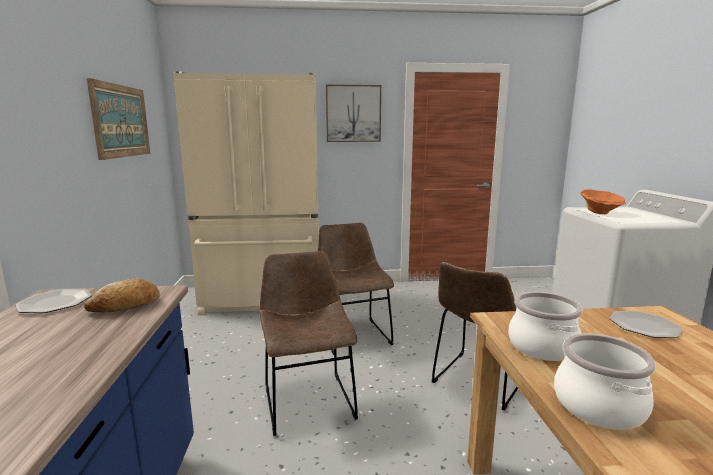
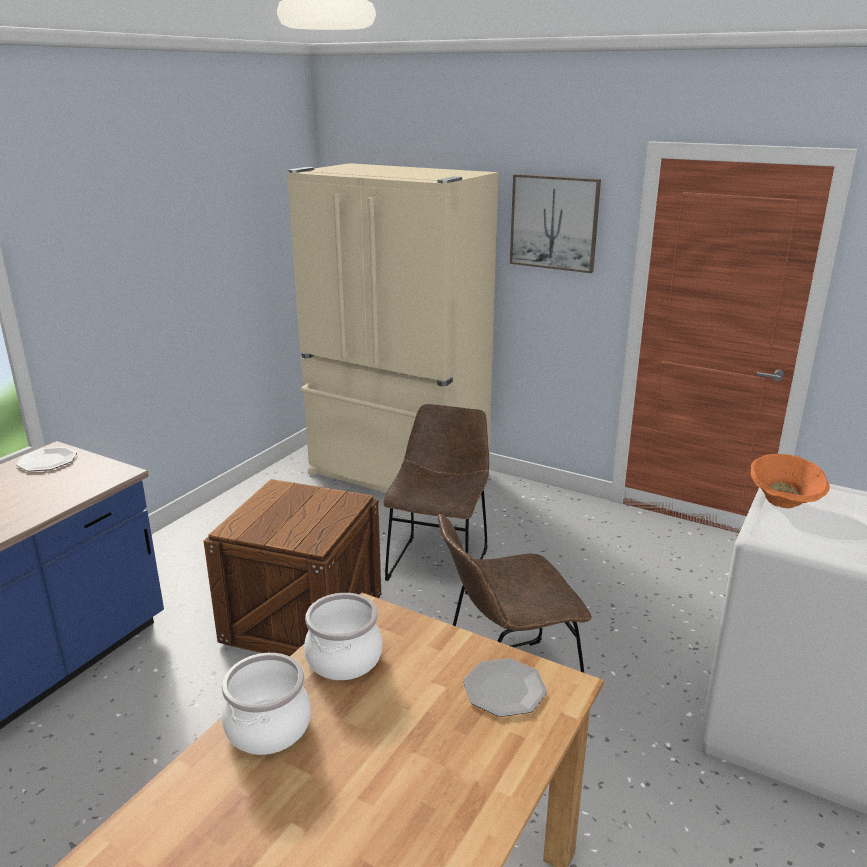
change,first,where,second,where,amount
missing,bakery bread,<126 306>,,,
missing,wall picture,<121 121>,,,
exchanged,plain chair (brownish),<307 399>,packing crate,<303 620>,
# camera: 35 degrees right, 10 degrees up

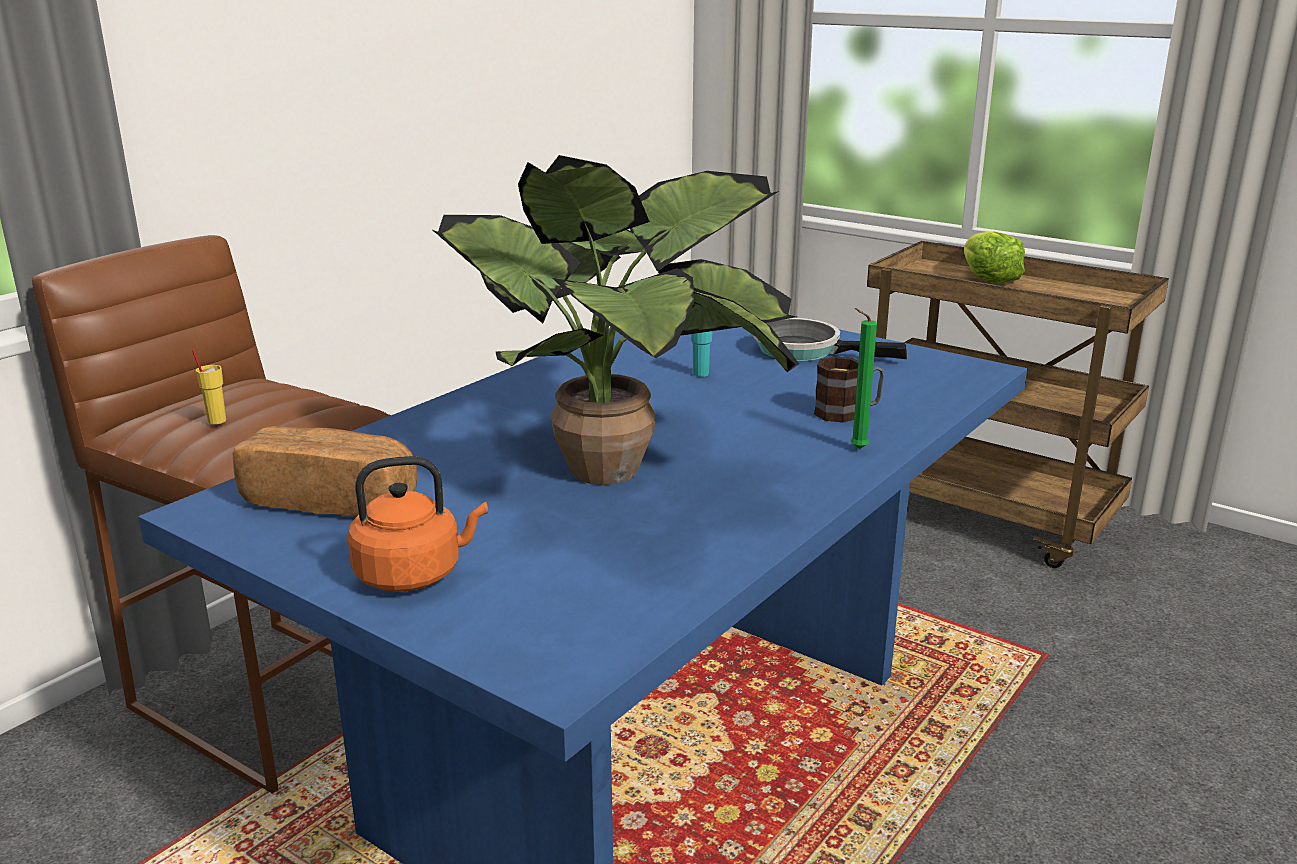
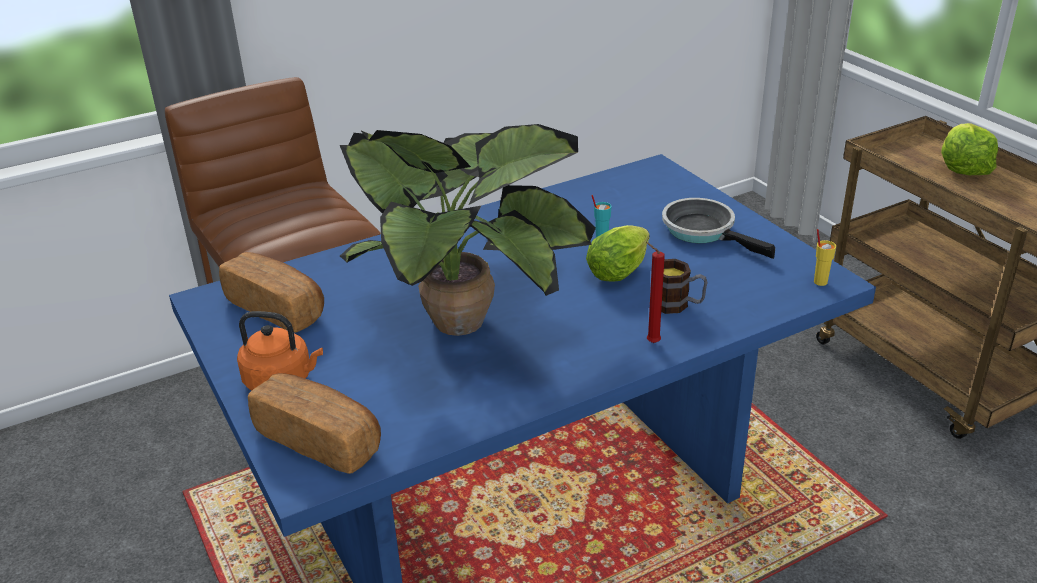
change,first,where,second,where,amount
appeared,,,bakery bread,<320 440>,
appeared,,,lettuce head,<620 270>,
relocated,small cup (yellowish),<216 420>,,<820 281>,
colour,candle (green-coloured),<856 449>,candle (red-coloured),<651 342>,
# camera: 25 degrees right, 10 degrees up

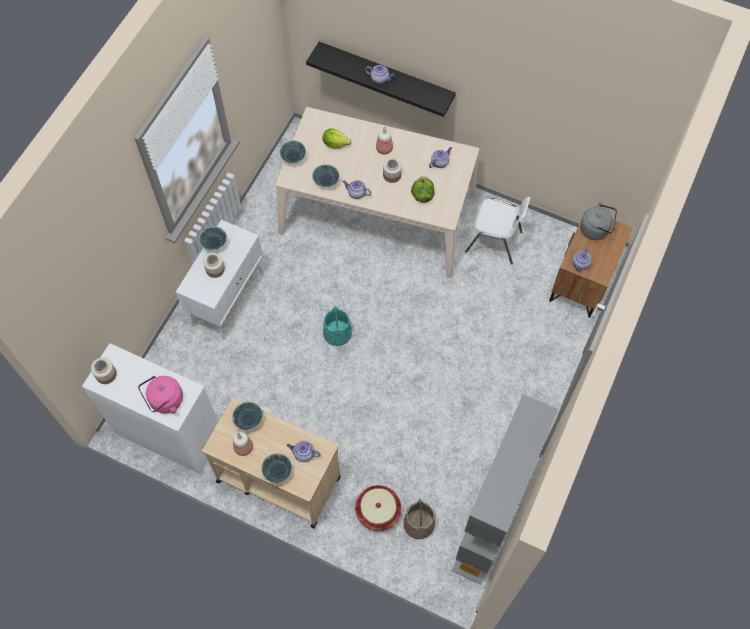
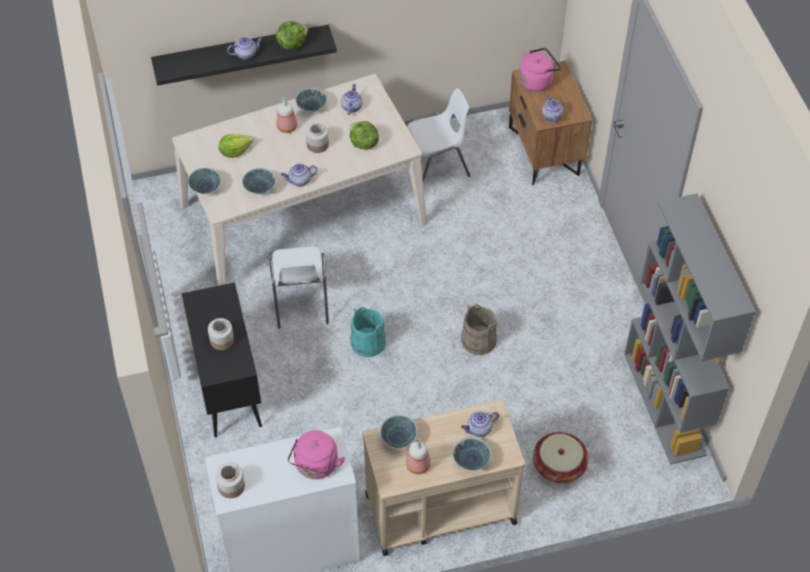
change,first,where,second,where,amount
appeared,,,plain chair (whitish),<300 302>,
appeared,,,lettuce head,<292 44>,
relocated,deep dish,<214 244>,,<311 108>,
relocated,bucket (beige),<419 524>,,<479 340>,
colour,storage cabinet (whitish),<228 298>,storage cabinet (black-coloured),<228 386>,
colour,kettle (greyish),<596 229>,kettle (pink),<537 81>,
# camera: 40 degrees left, 10 degrees down

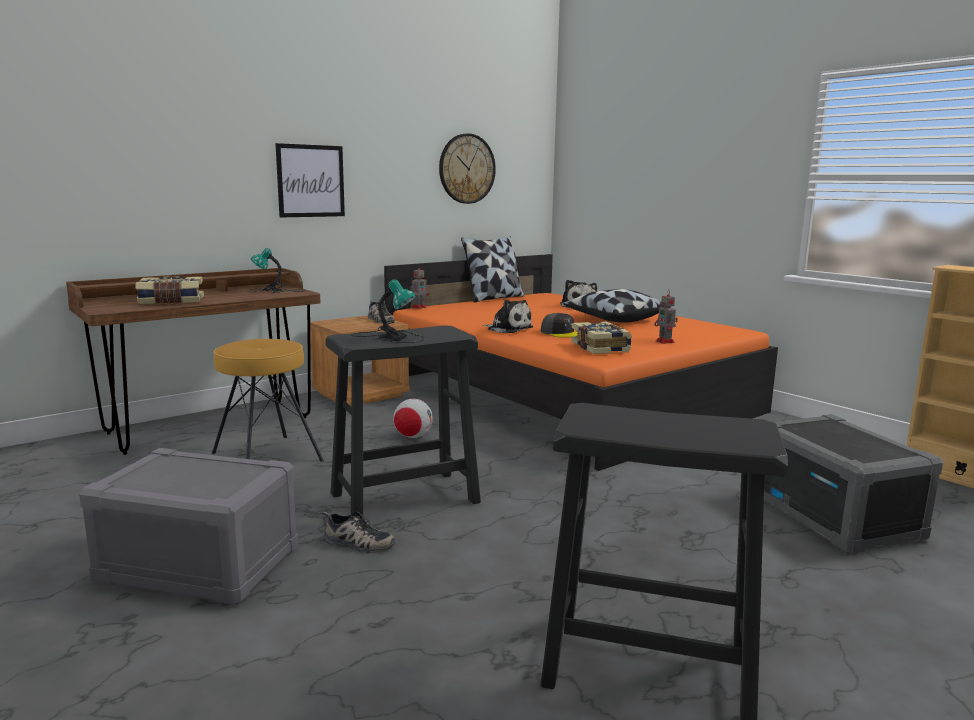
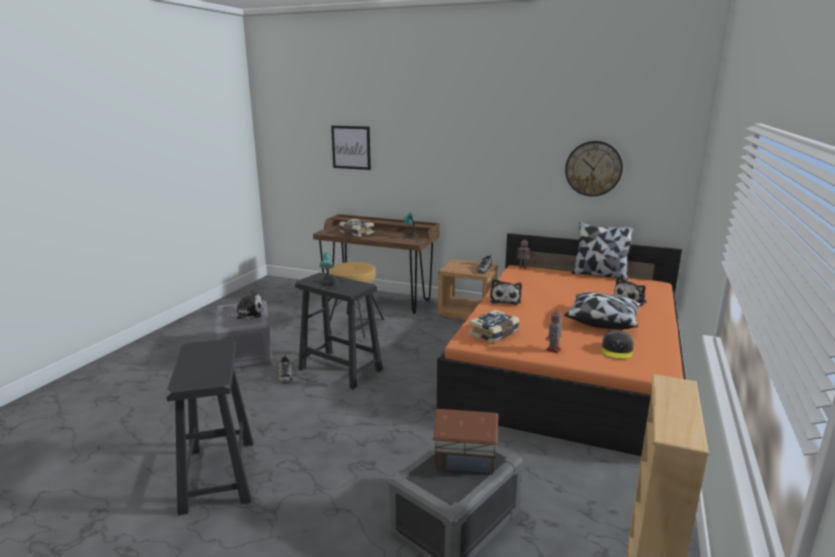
change,first,where,second,where,amount
missing,ball for football,<413 436>,,,
appeared,,,soft toy,<248 314>,
appeared,,,model house,<464 460>,
relocated,wall picture,<310 181>,,<351 147>,
relocated,peaked cap (greyish),<561 333>,,<617 350>,
# camera: 60 degrees right, 5 degrees up

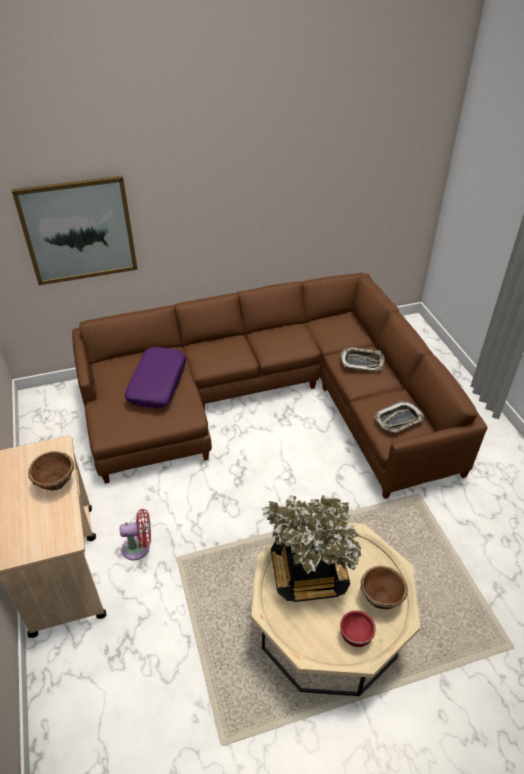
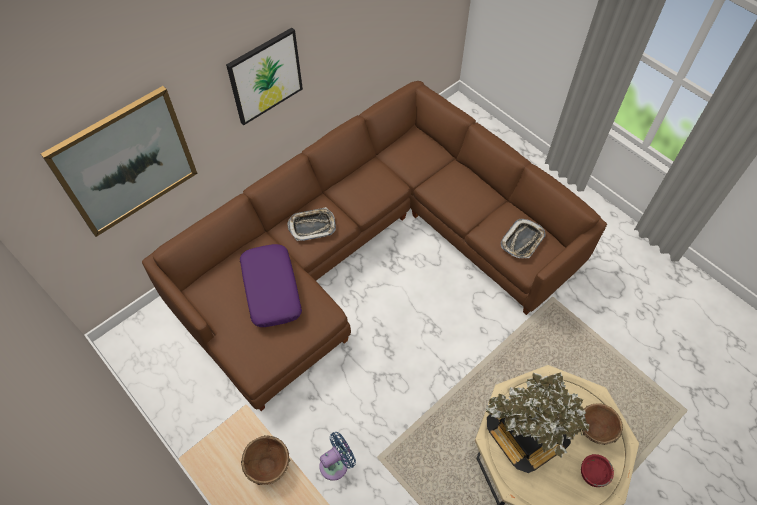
change,first,where,second,where,amount
appeared,,,wall picture,<265 76>,
relocated,carrying tray,<362 361>,,<312 226>,
colour,fan (red-coloured),<139 548>,fan (blue),<336 464>,
# camera: 25 degrees left, 15 degrees up

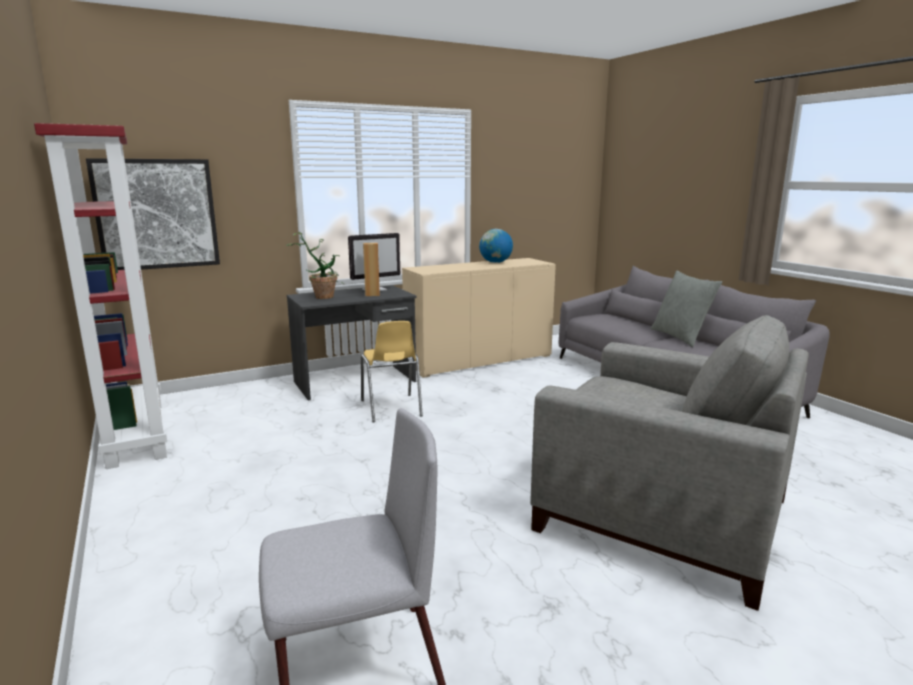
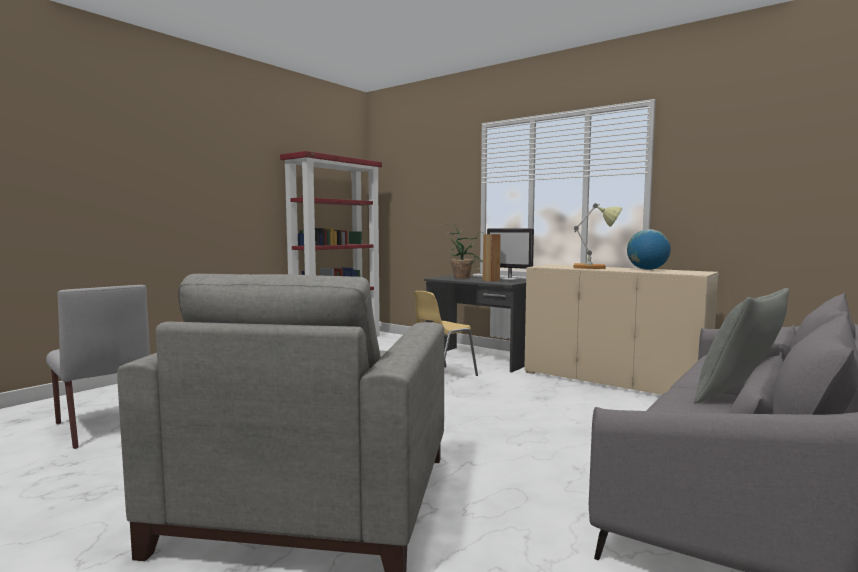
change,first,where,second,where,amount
missing,wall picture,<157 214>,,,
appeared,,,table lamp,<594 267>,
# camera: 65 degrees right, 10 degrees down

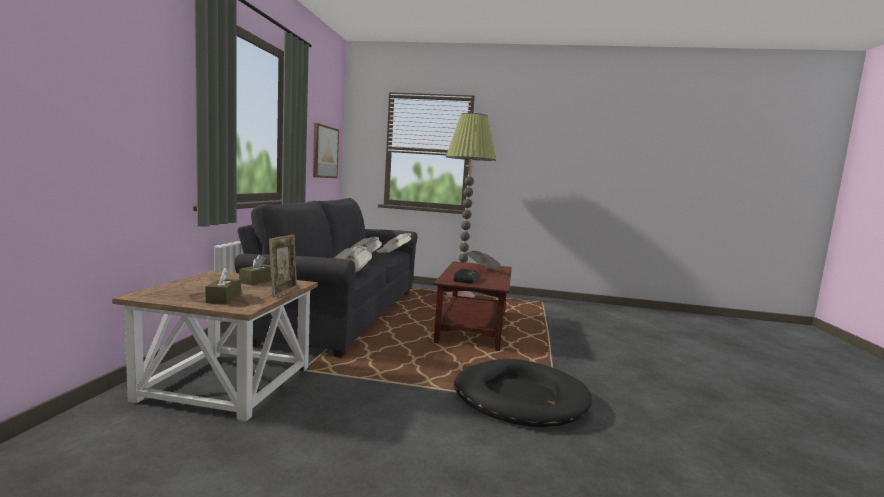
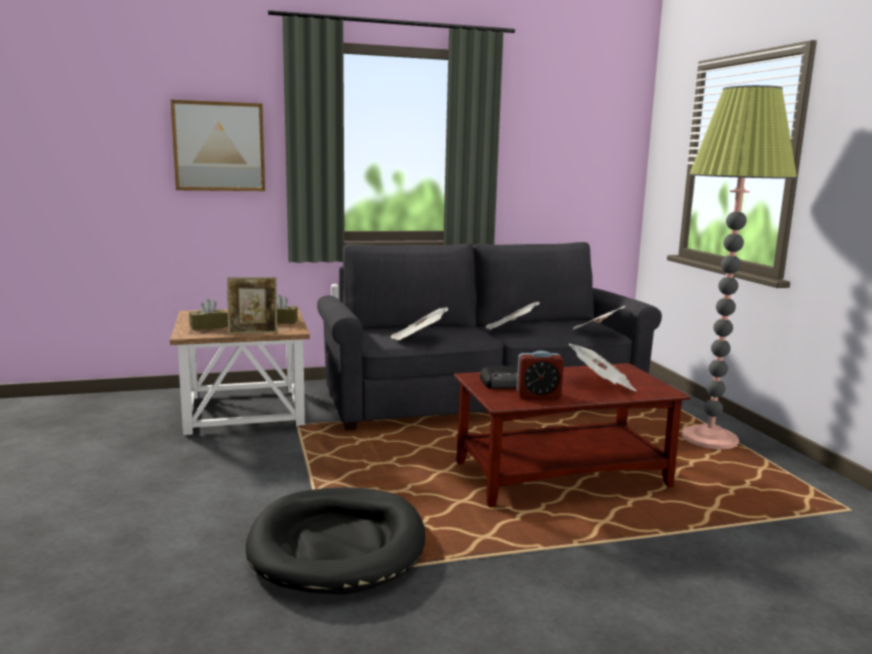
change,first,where,second,where,amount
appeared,,,alarm clock,<538 395>,
relocated,wall picture,<324 152>,,<219 146>,
# camera: 65 degrees right, 5 degrees up

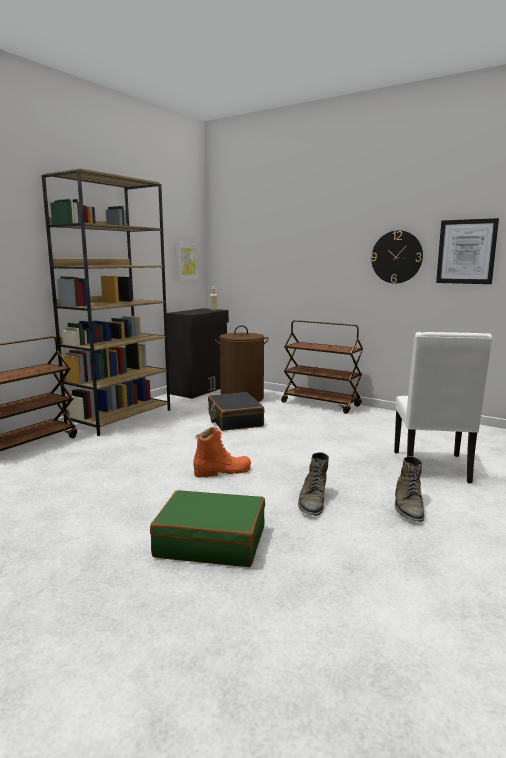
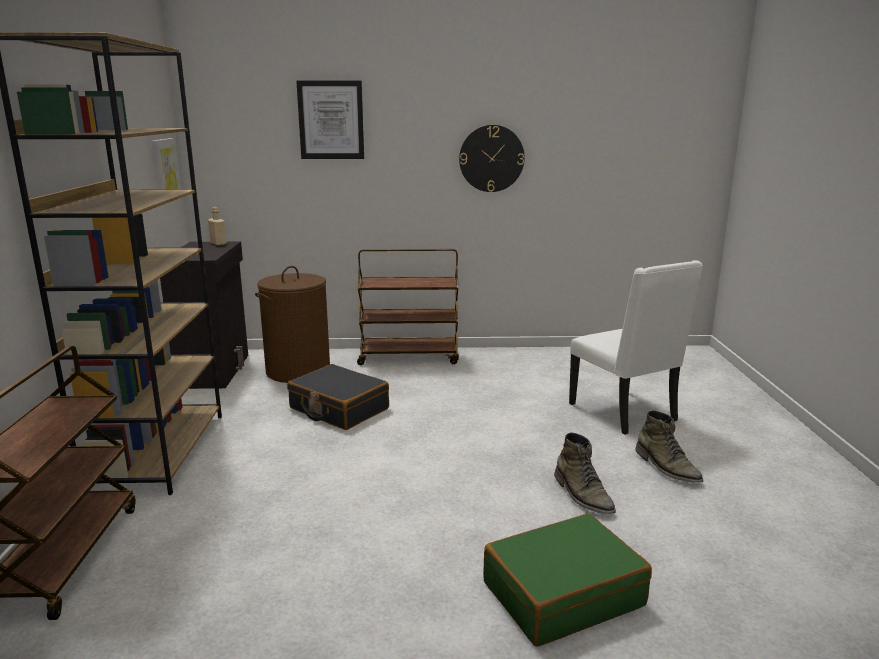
change,first,where,second,where,amount
missing,boot (orange-coloured),<222 471>,,,
relocated,wall picture,<466 252>,,<331 120>,
# camera: 35 degrees left, 5 degrees up

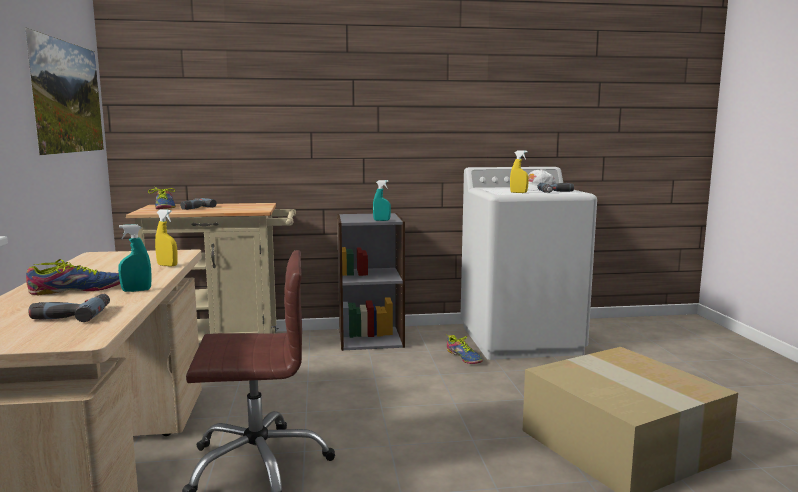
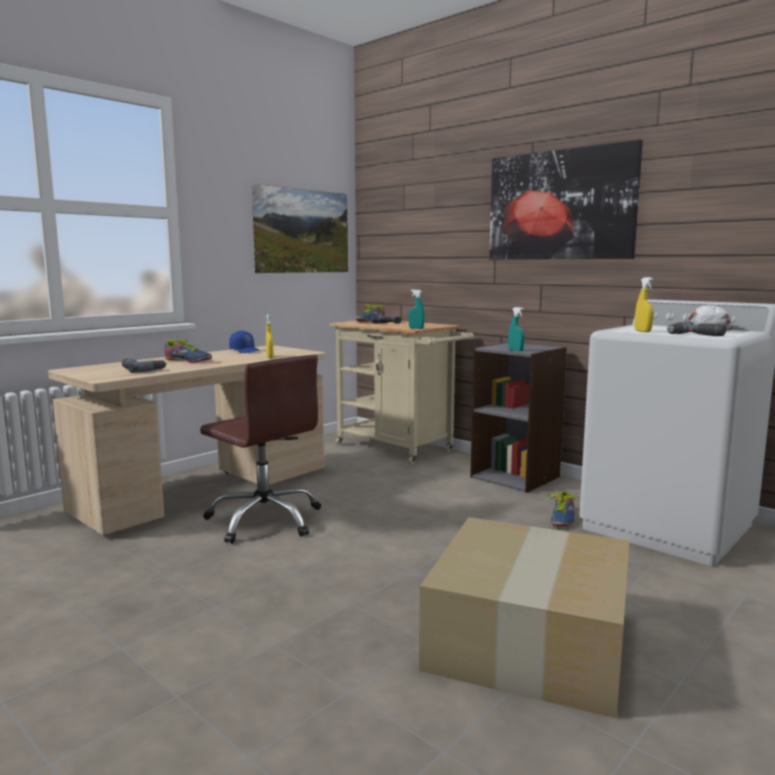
change,first,where,second,where,amount
appeared,,,peaked cap (blue),<245 351>,
appeared,,,wall picture,<560 205>,
relocated,hand sprayer (turquoise),<136 290>,,<416 328>,
# camera: 50 degrees right, 0 degrees up

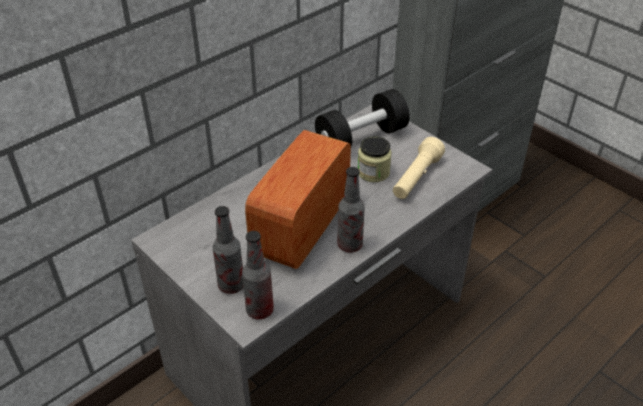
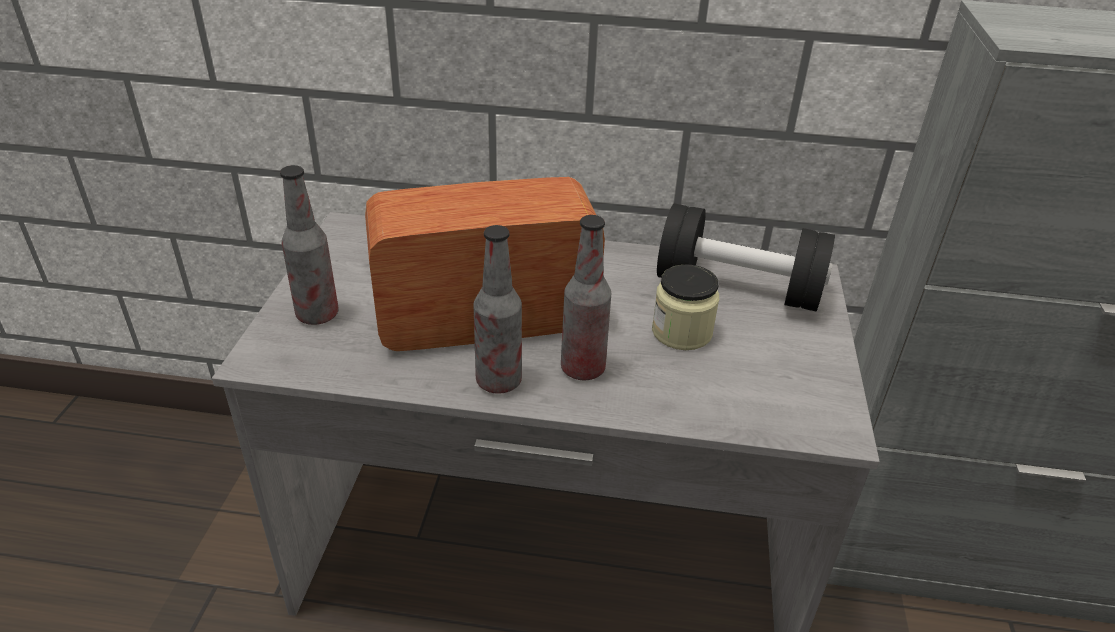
change,first,where,second,where,amount
missing,hand torch (beige),<416 178>,,,
relocated,drink bottle,<260 310>,,<582 368>,
# camera: 50 degrees right, 5 degrees down

